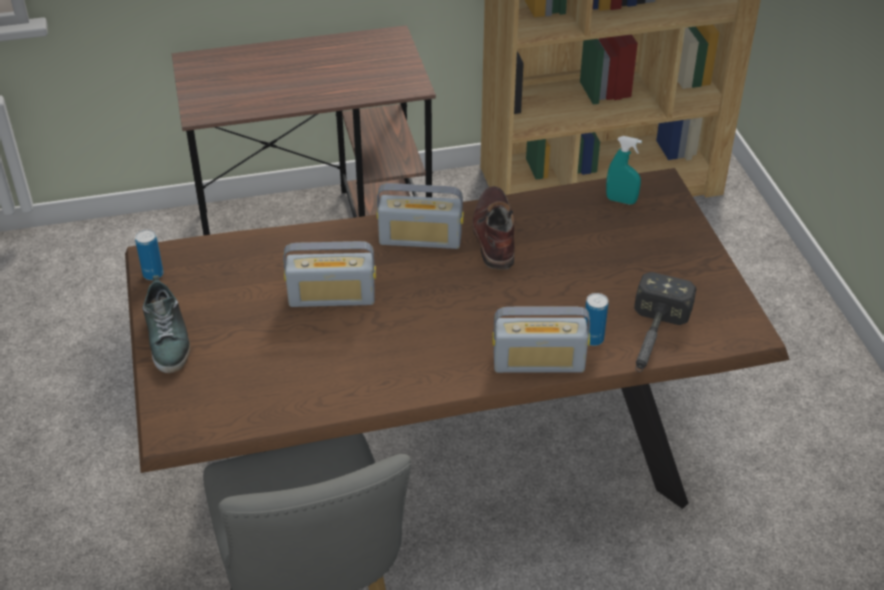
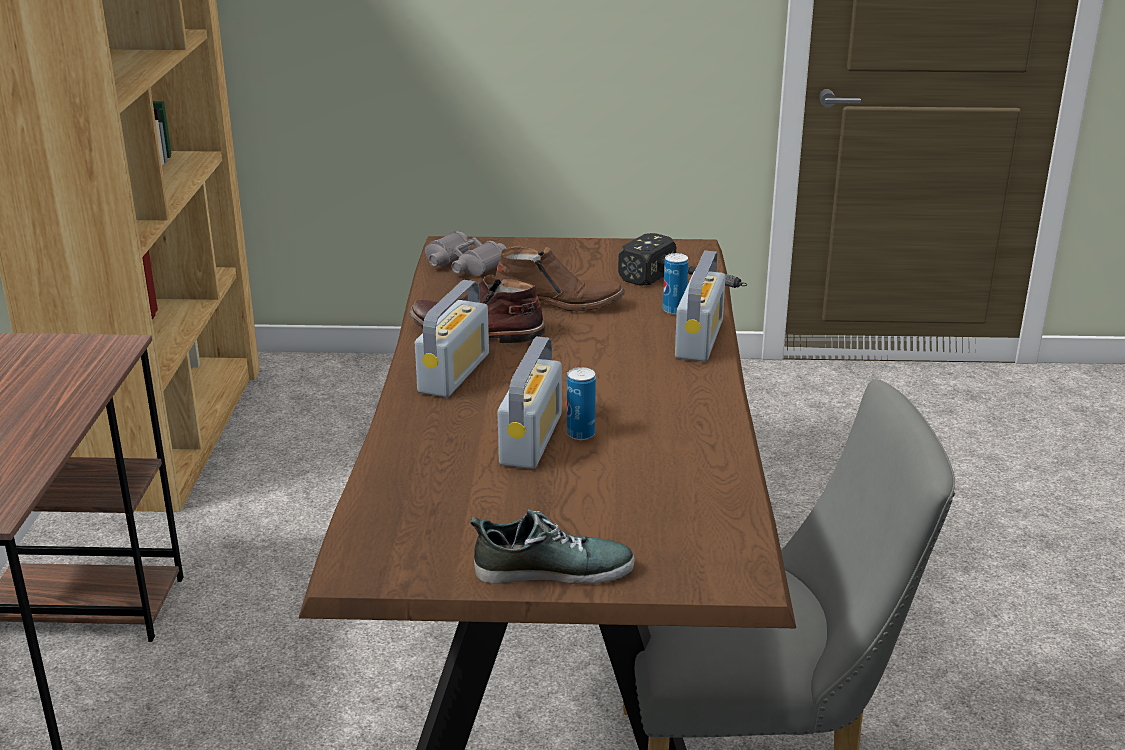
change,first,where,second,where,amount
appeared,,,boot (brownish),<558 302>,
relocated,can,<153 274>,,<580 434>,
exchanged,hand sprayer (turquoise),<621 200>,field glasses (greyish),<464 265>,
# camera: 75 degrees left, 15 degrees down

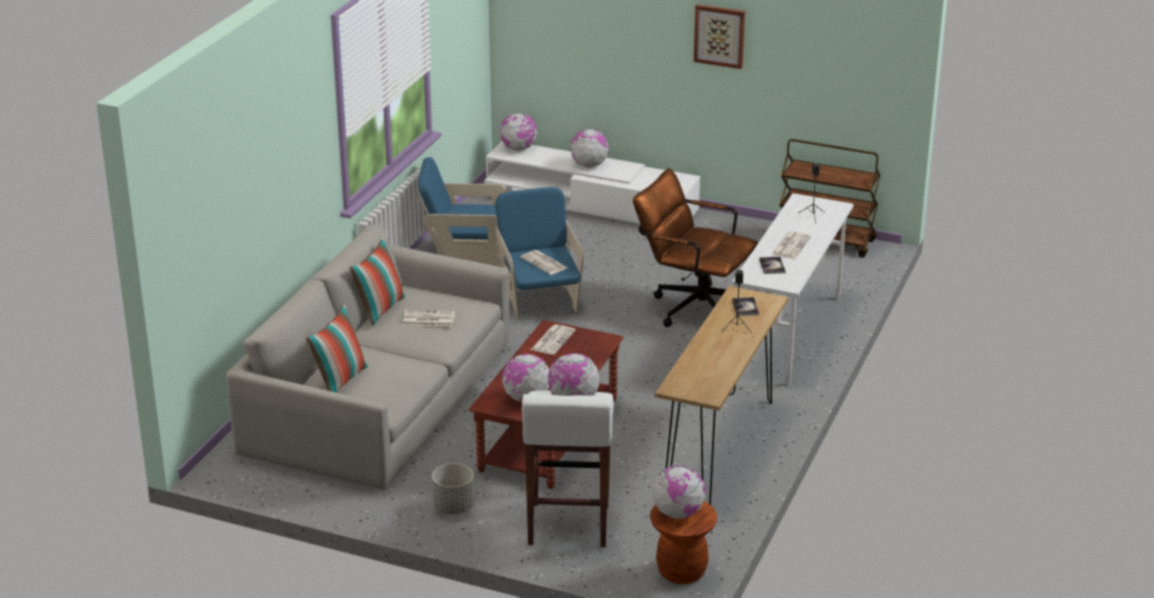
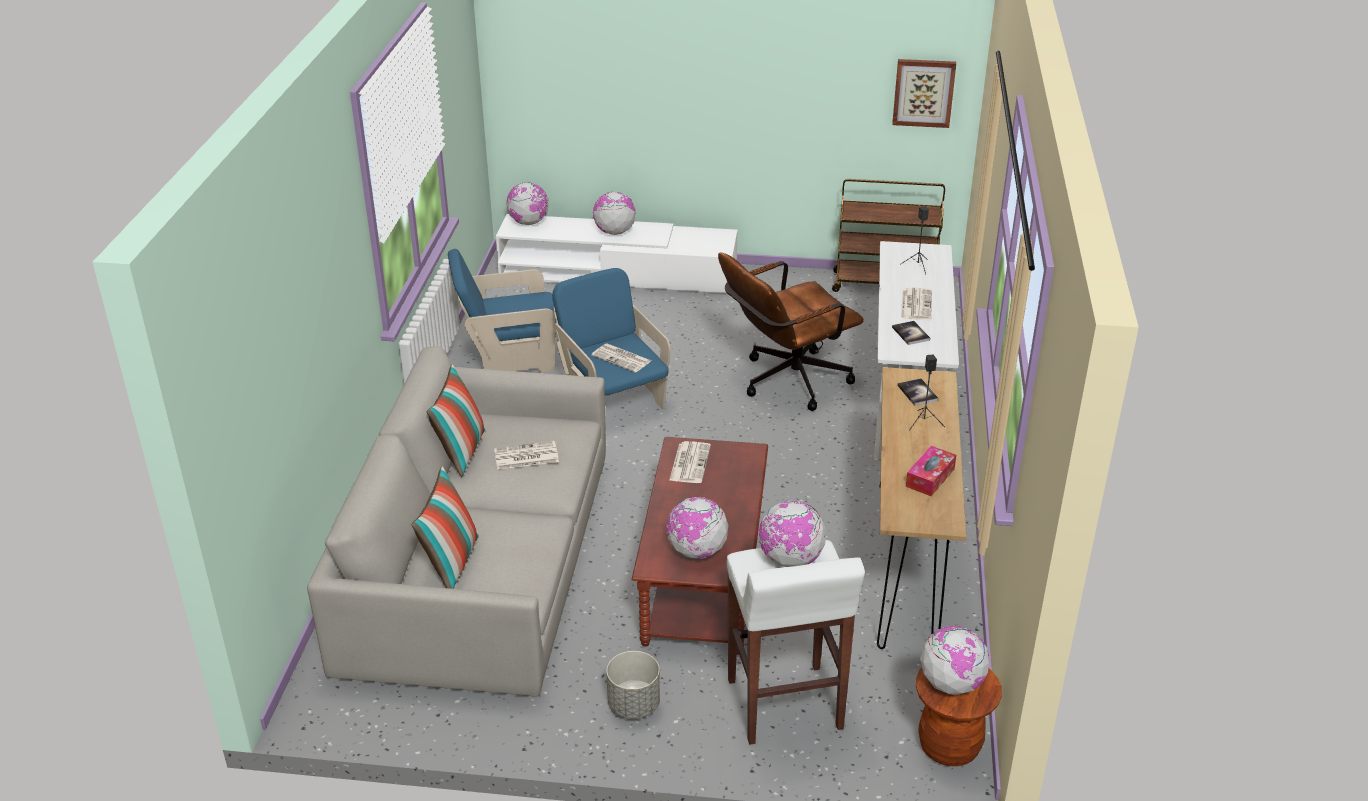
change,first,where,second,where,amount
appeared,,,box of tissues,<930 477>,
relocated,wall picture,<719 35>,,<923 92>,
spun,office chair (brownish),<692 307>,,<786 382>,45 degrees counterclockwise
# camera: 15 degrees left, 5 degrees up

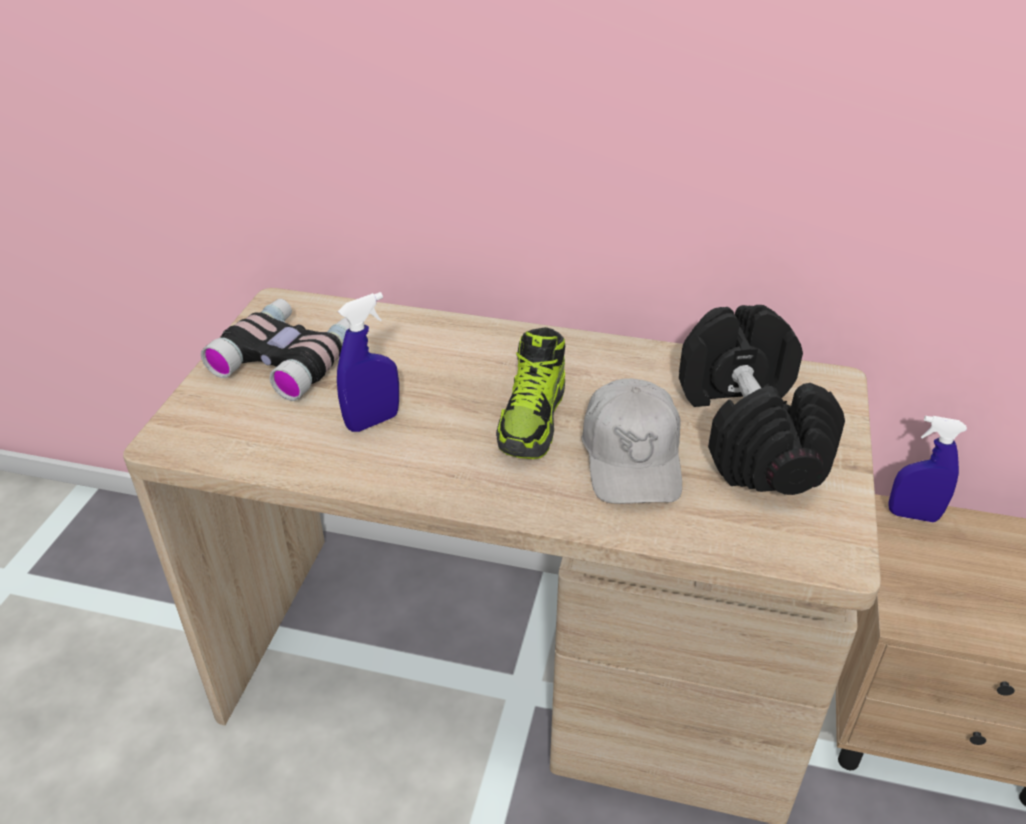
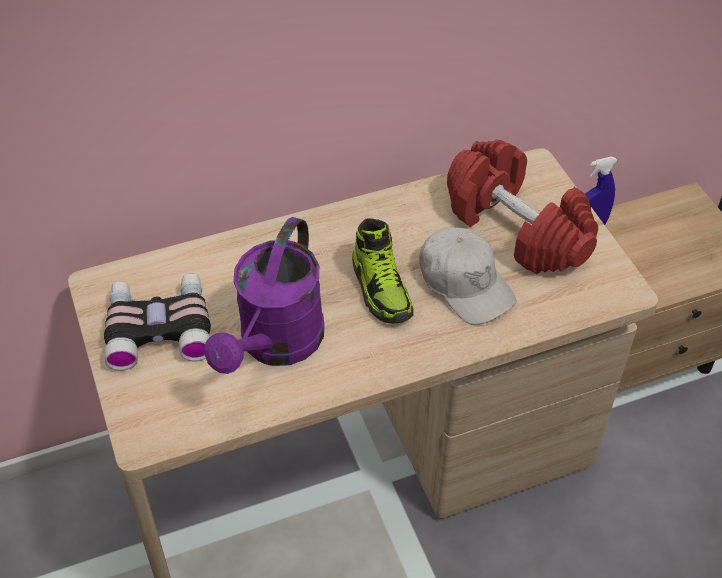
change,first,where,second,where,amount
exchanged,hand sprayer (blue),<373 421>,sprinkling can (purplish),<276 346>,
colour,dumbbell (black-coloured),<751 432>,dumbbell (red-coloured),<517 229>,
# camera: 35 degrees left, 10 degrees up

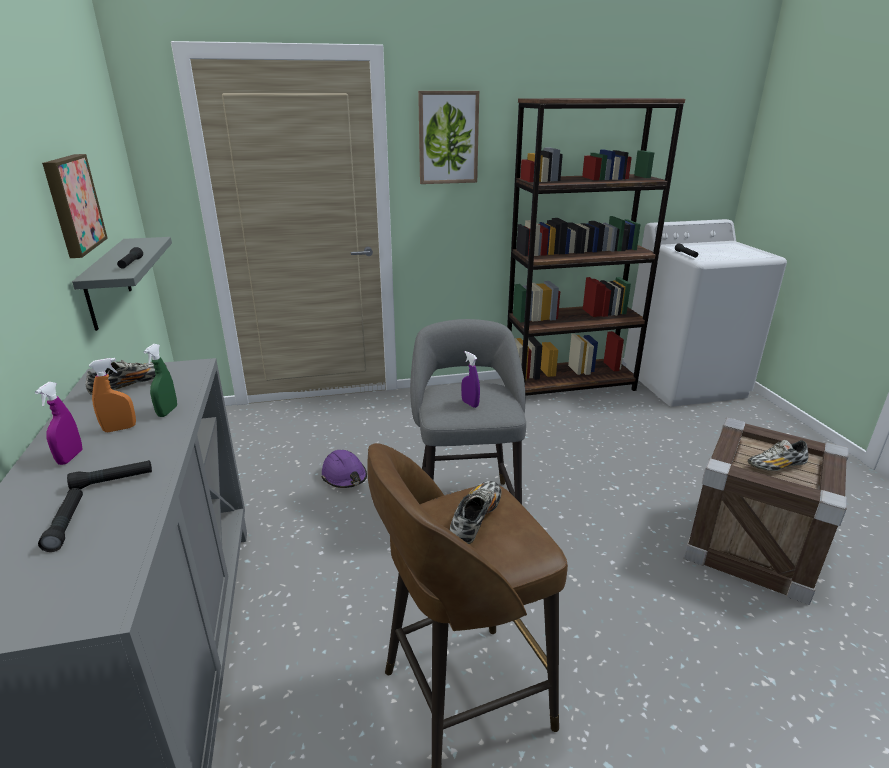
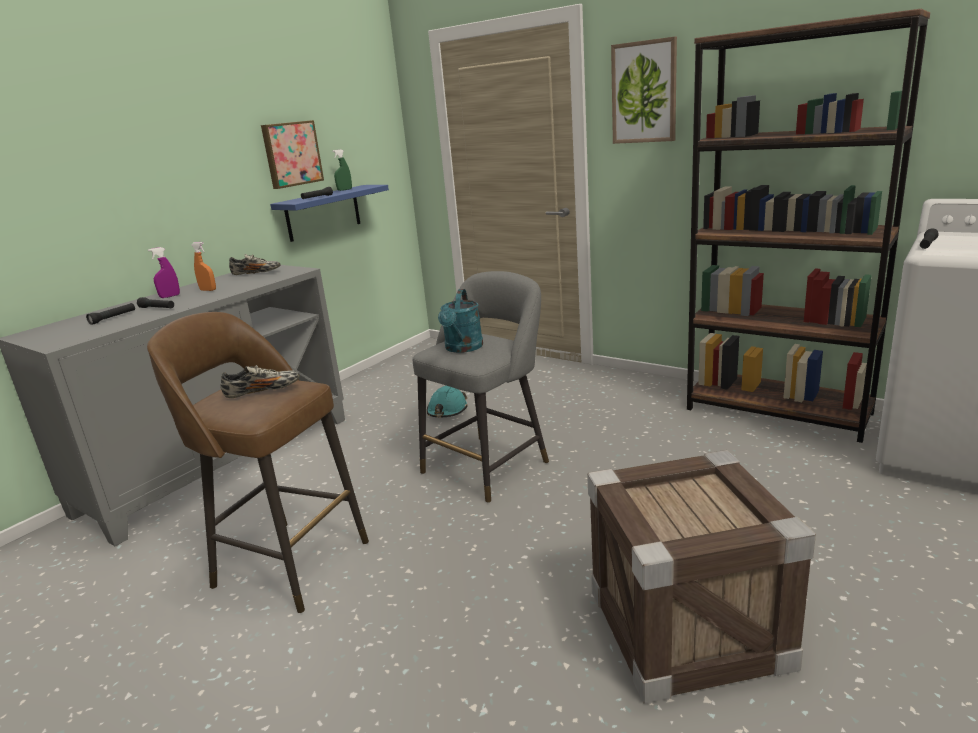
change,first,where,second,where,amount
missing,item of footwear,<776 466>,,,
relocated,hand sprayer (green-coloured),<167 411>,,<344 190>,
exchanged,hand sprayer (purplish),<470 404>,sprinkling can (turquoise),<462 348>,
colour,shelf (greyish),<107 283>,shelf (blue),<323 213>,
colour,work helmet (purplish),<344 476>,work helmet (turquoise),<447 411>,
# camera: 50 degrees right, 5 degrees down

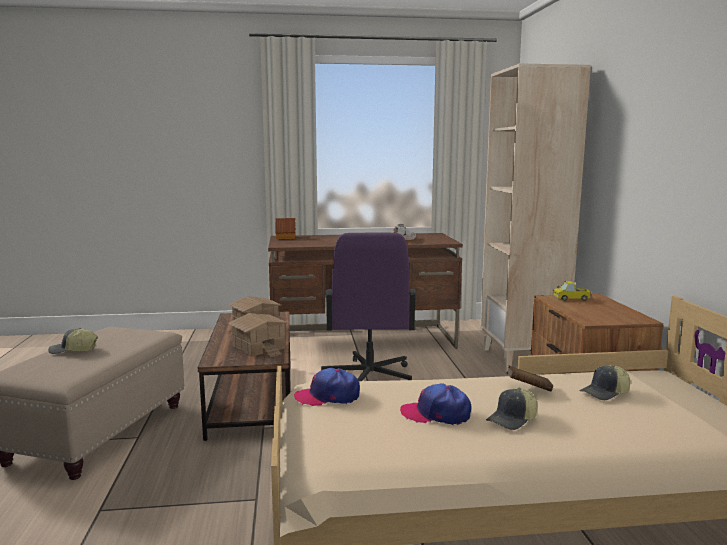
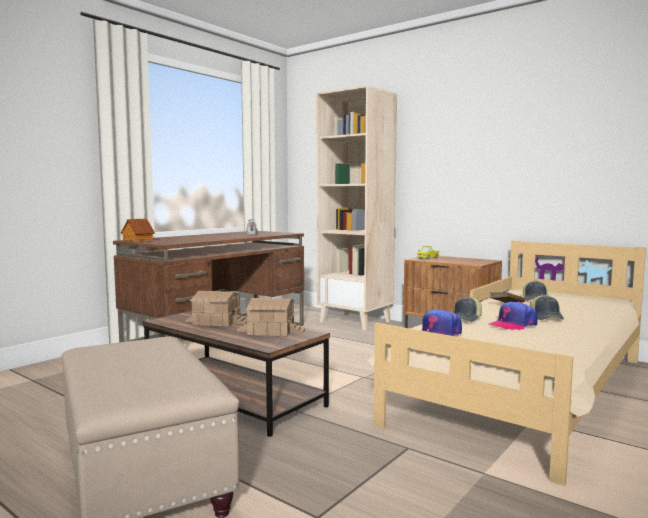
change,first,where,second,where,amount
missing,office chair (purplish),<368 377>,,,
relocated,peaked cap,<73 351>,,<466 319>,
# camera: 45 degrees left, 5 degrees down

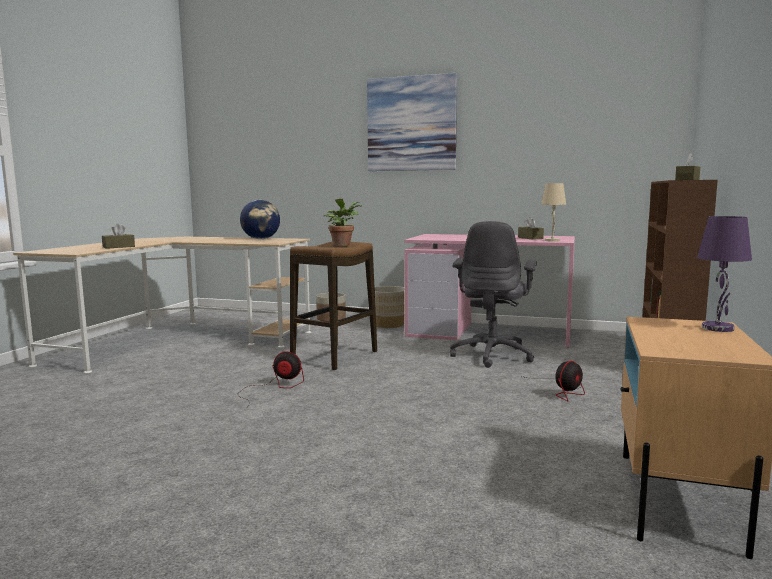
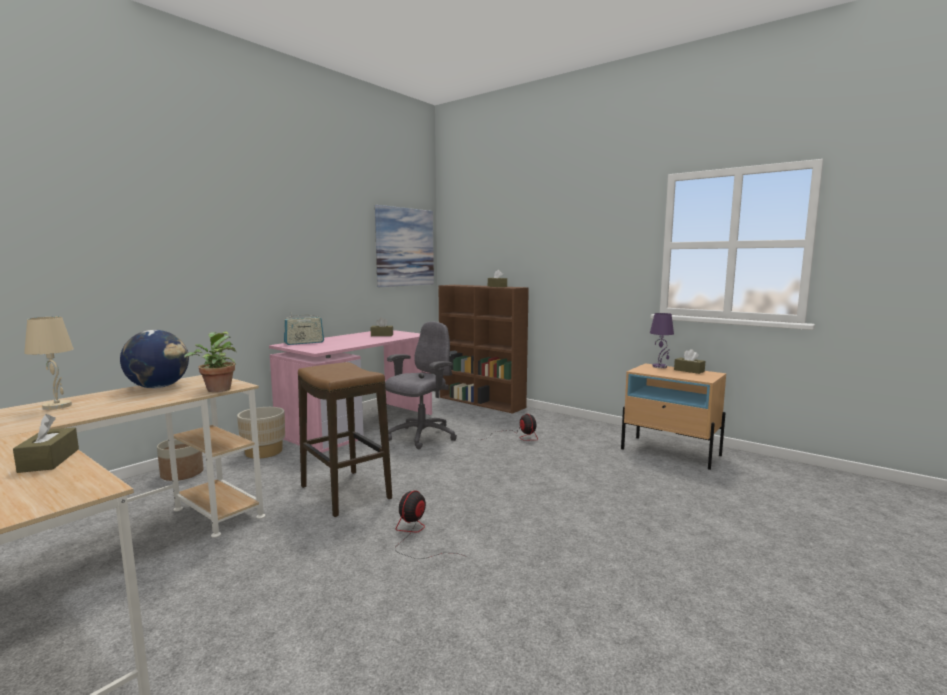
change,first,where,second,where,amount
appeared,,,radio,<304 343>,
appeared,,,box of tissues (brownish),<689 370>,
relocated,houseplant,<342 244>,,<217 389>,
relocated,wall picture,<411 124>,,<405 247>,
relocated,table lamp (beige),<552 240>,,<58 406>,
spun,office chair (greyish),<492 355>,,<421 437>,90 degrees counterclockwise
# camera: 70 degrees left, 0 degrees up

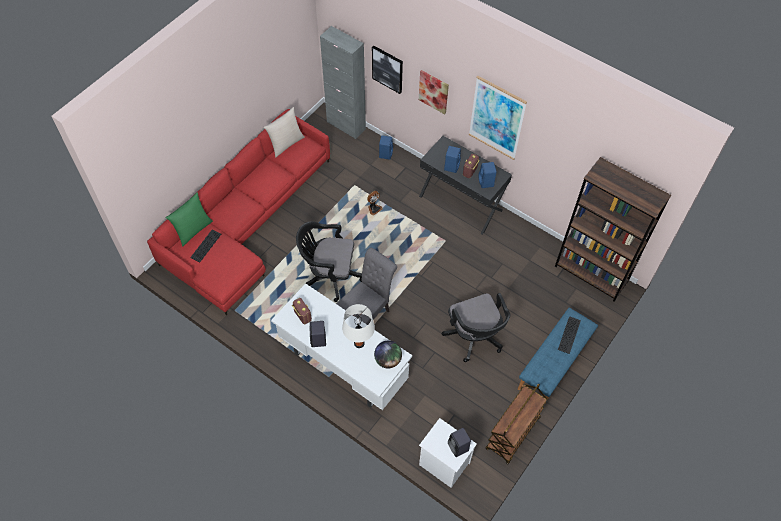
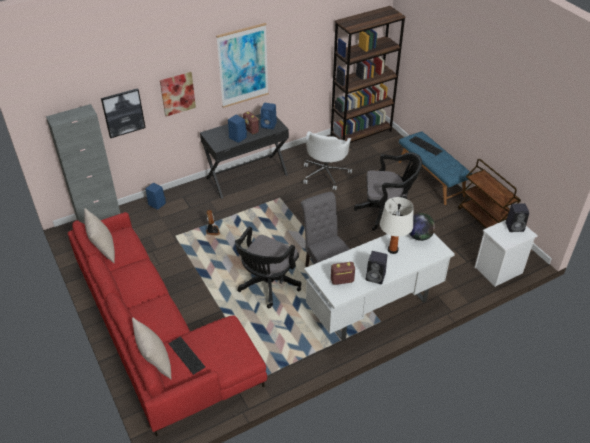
change,first,where,second,where,amount
appeared,,,office chair (whitish),<325 174>,
colour,throw pillow (green-coloured),<193 230>,throw pillow (beige),<155 362>,
# camera: 65 degrees left, 15 degrees down

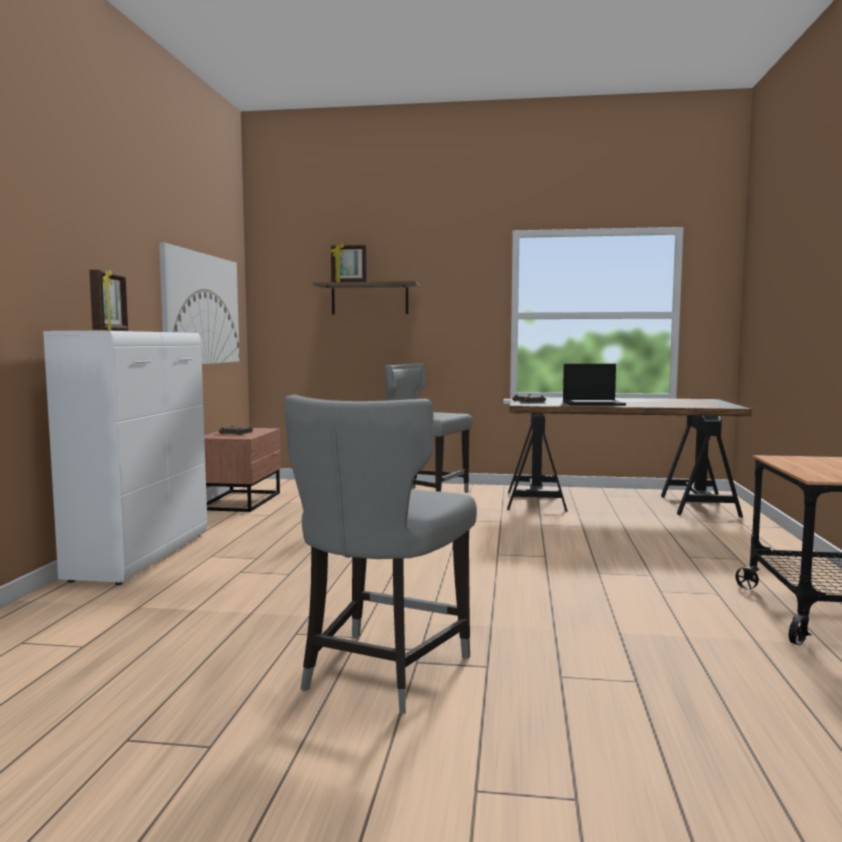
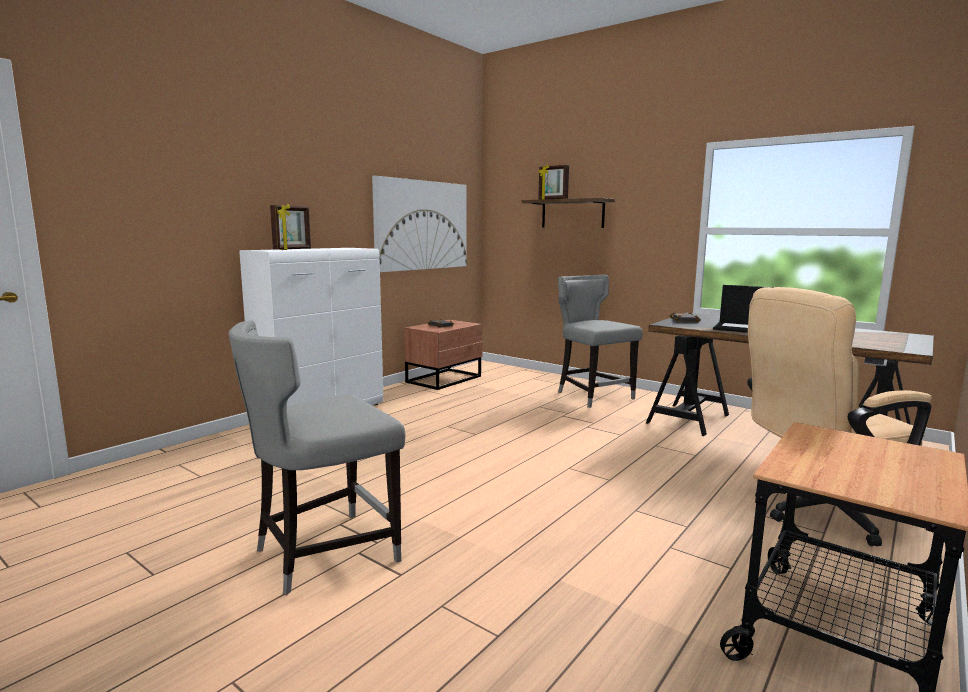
change,first,where,second,where,amount
appeared,,,office chair (beige),<818 512>,
# camera: 30 degrees right, 5 degrees up

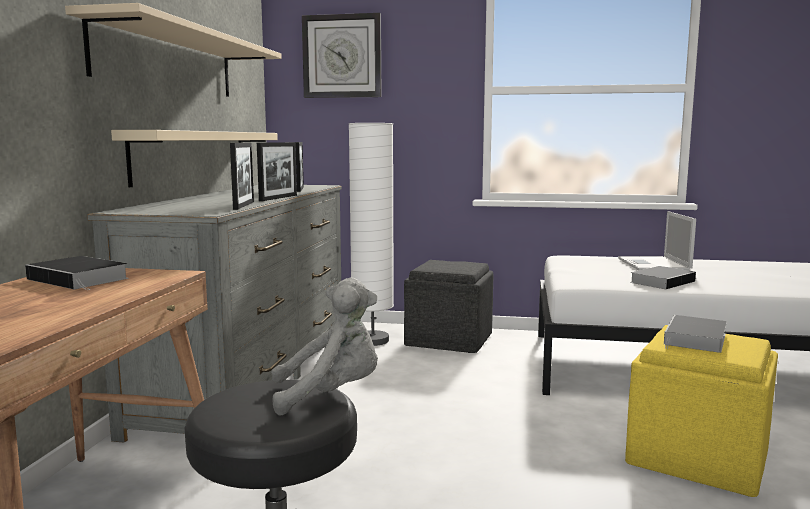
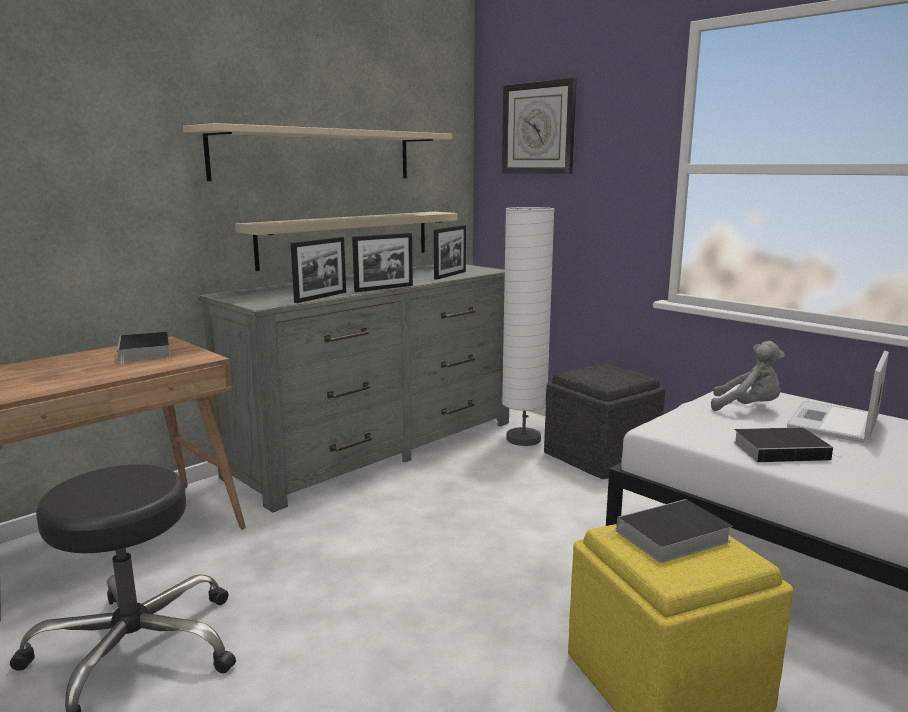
change,first,where,second,where,amount
relocated,soft toy (greyish),<331 395>,,<747 408>,
# camera: 35 degrees right, 5 degrees up

